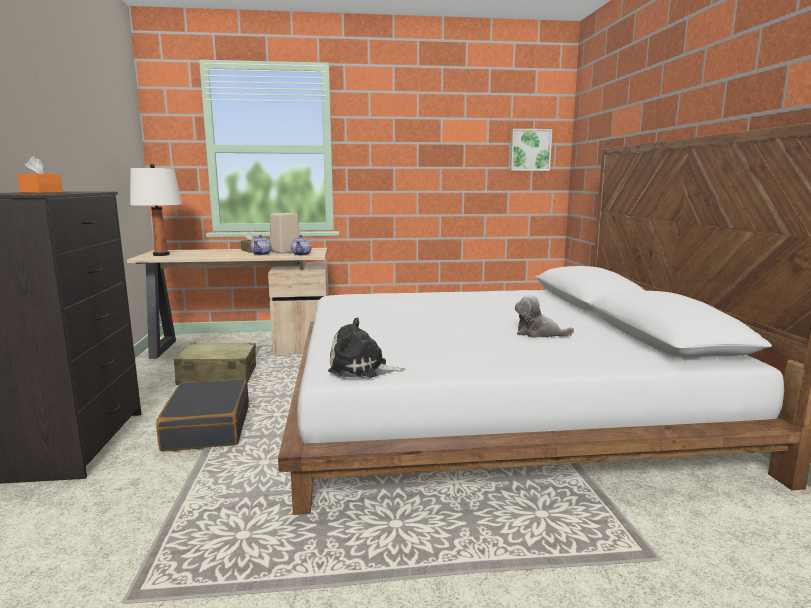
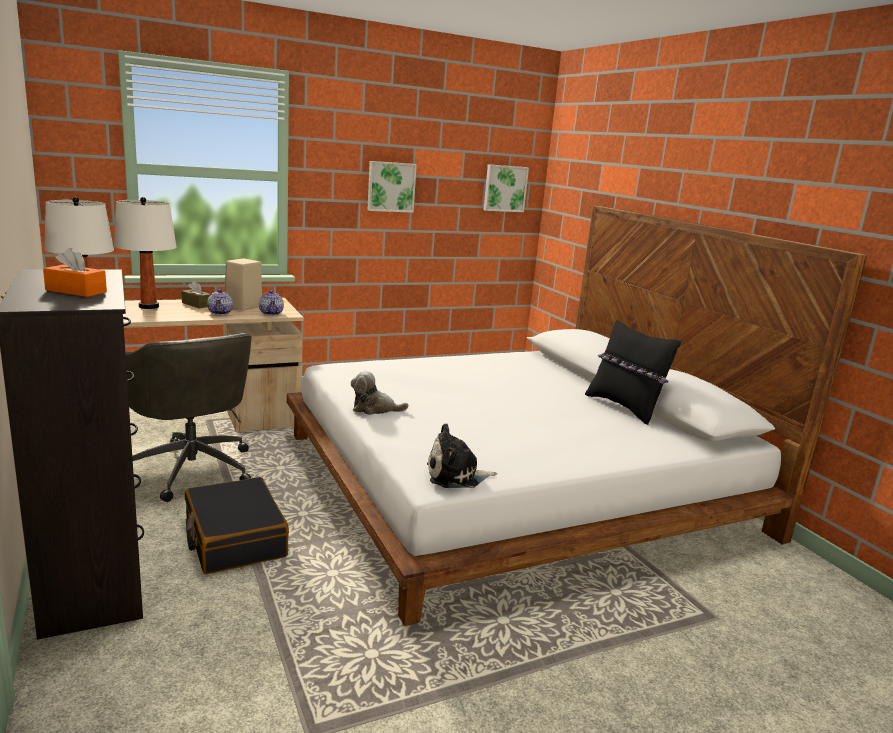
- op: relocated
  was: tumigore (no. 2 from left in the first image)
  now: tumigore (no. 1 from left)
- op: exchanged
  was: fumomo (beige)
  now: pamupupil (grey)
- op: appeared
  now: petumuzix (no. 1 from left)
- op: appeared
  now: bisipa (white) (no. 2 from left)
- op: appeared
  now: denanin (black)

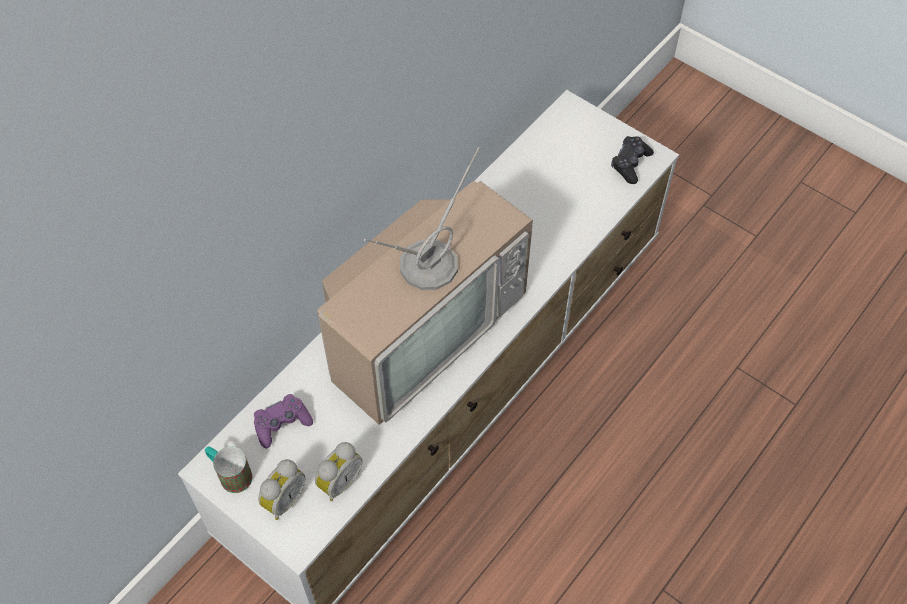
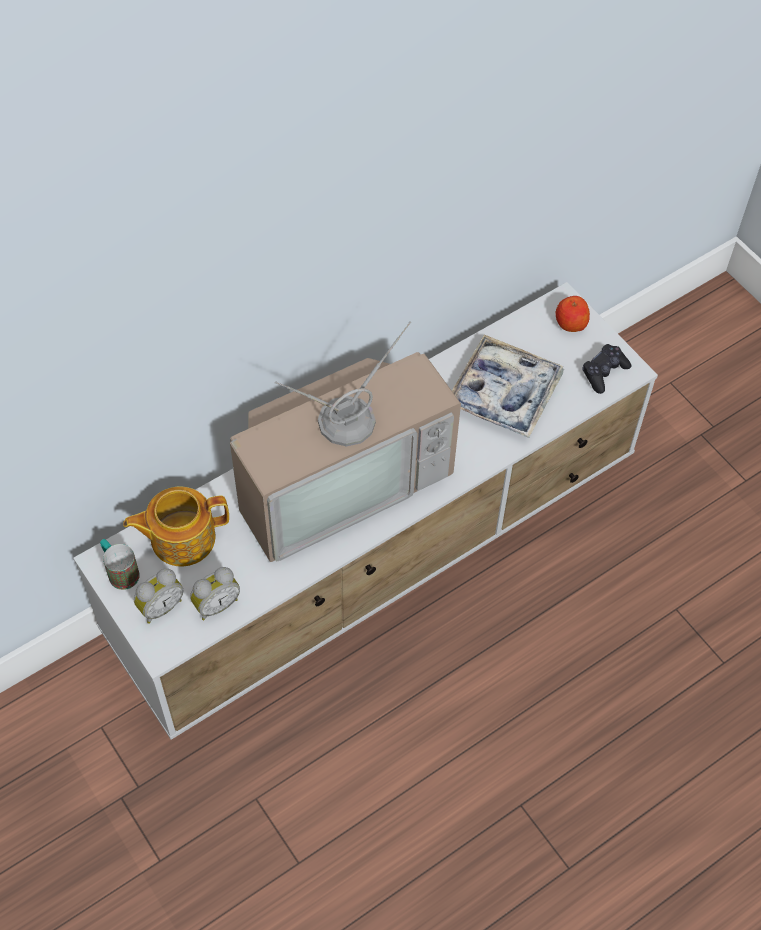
- op: exchanged
  was: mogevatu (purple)
  now: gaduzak
- op: appeared
  now: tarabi
- op: appeared
  now: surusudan

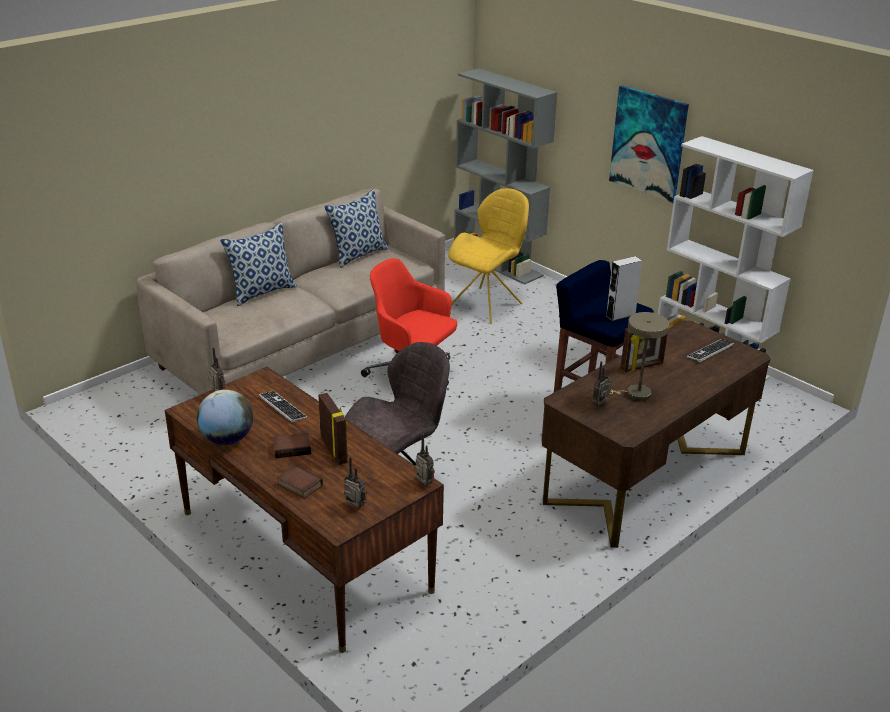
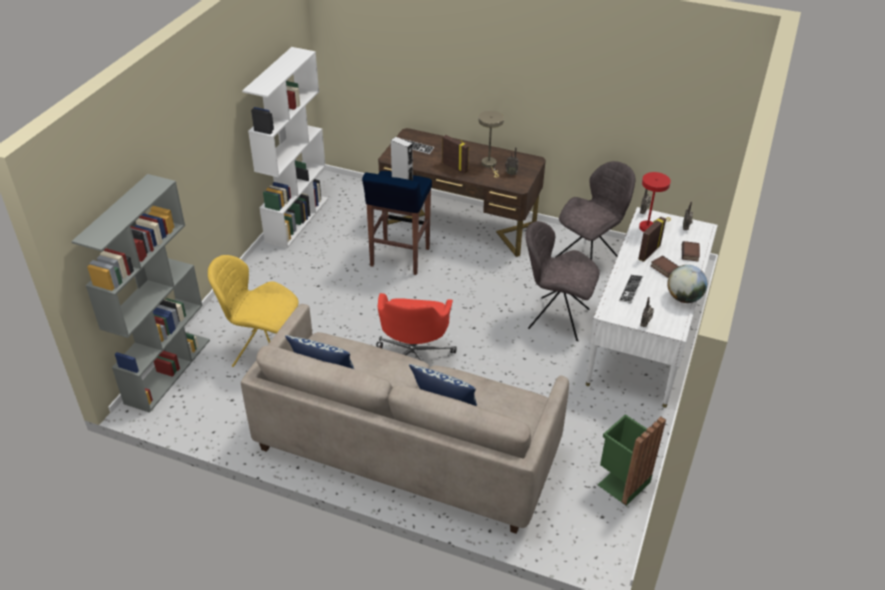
- op: missing
  was: petumuzix
- op: colour
  was: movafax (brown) (no. 1 from left)
  now: movafax (white)
- op: appeared
  now: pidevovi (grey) (no. 2 from left)
- op: appeared
  now: bisipa (red)
- op: appeared
  now: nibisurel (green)

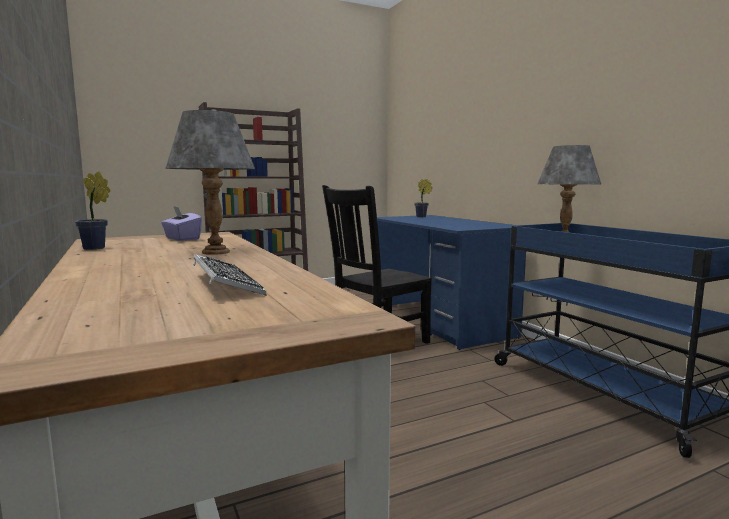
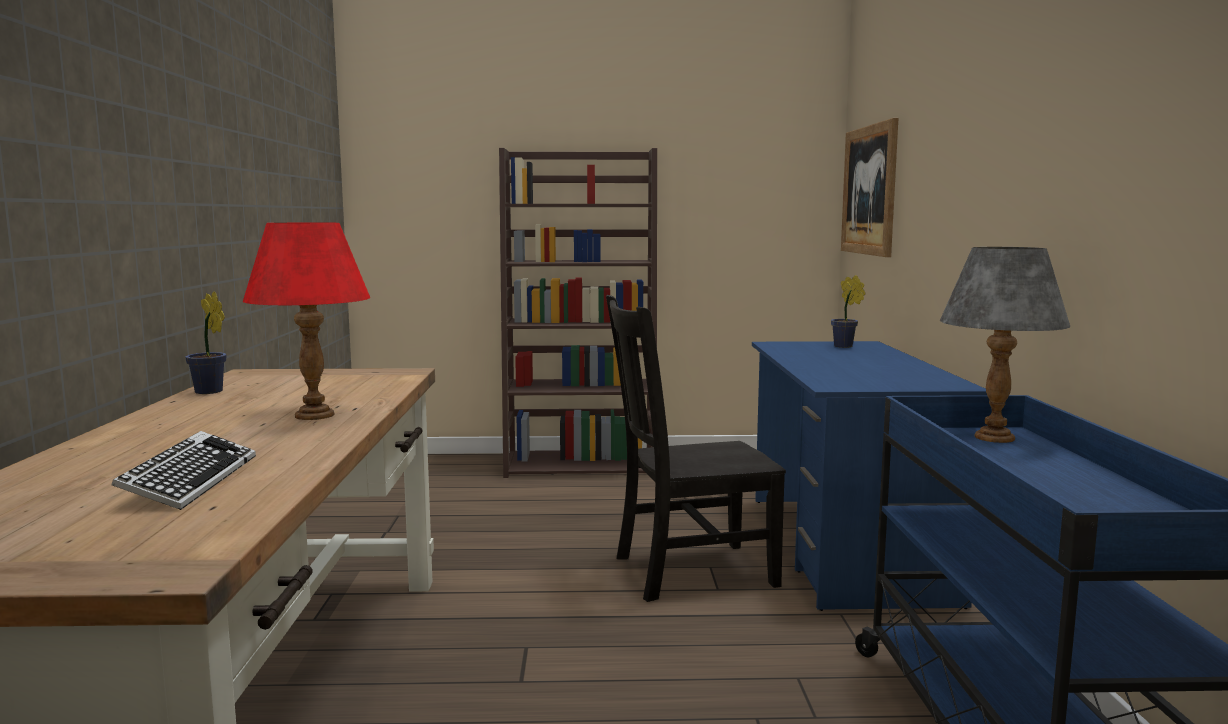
- op: colour
  was: bisipa (grey) (no. 1 from left)
  now: bisipa (red)
- op: missing
  was: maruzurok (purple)
- op: appeared
  now: petumuzix

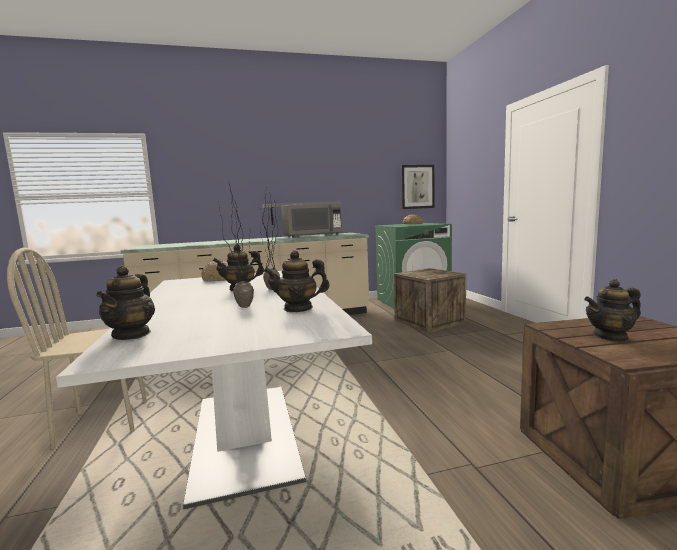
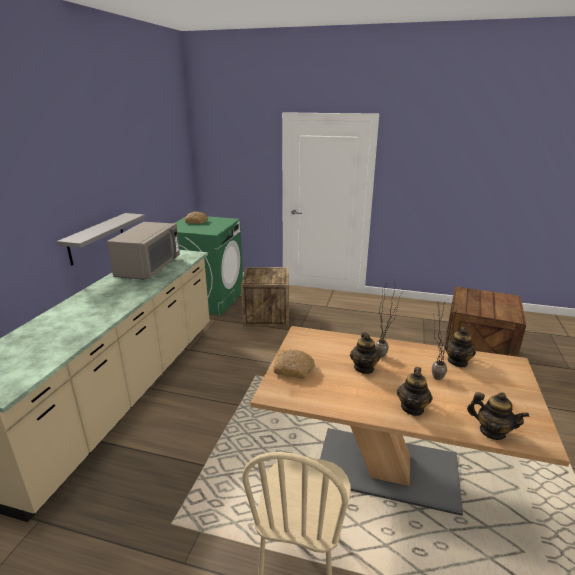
- op: missing
  was: petumuzix
- op: colour
  was: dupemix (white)
  now: dupemix (brown)
- op: relocated
  was: gaduzak (no. 4 from left in the first image)
  now: gaduzak (no. 2 from left)

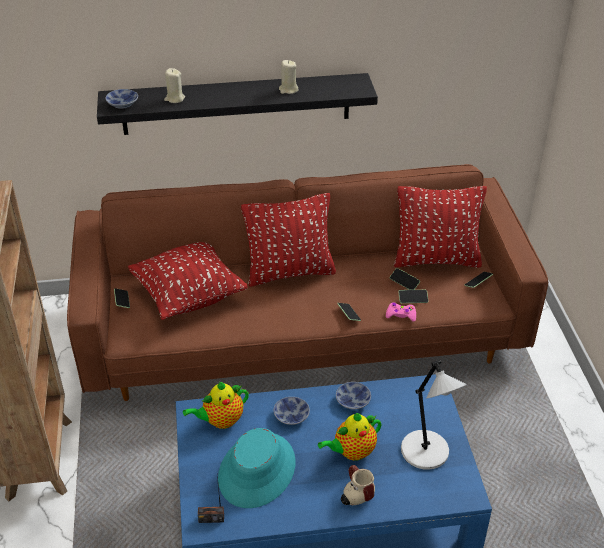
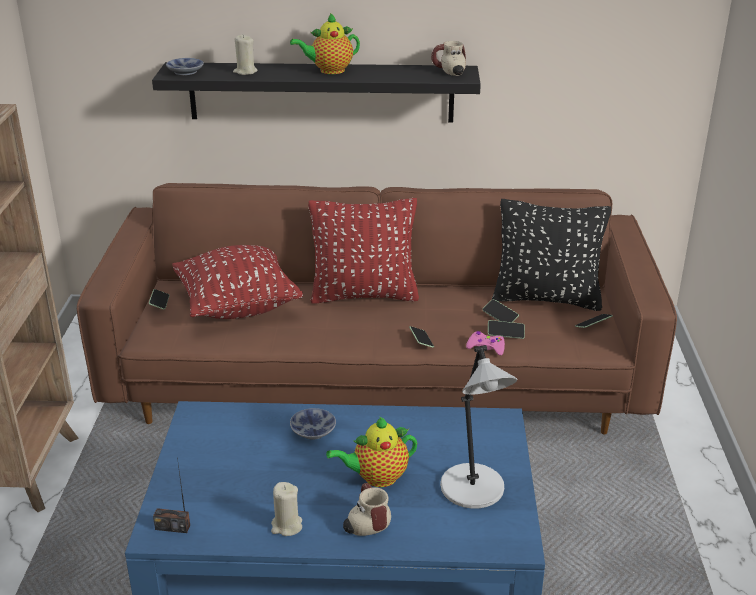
- op: relocated
  was: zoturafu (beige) (no. 2 from left)
- op: colour
  was: denanin (red) (no. 3 from left)
  now: denanin (black)
- op: relocated
  was: gaduzak (no. 1 from left)
- op: missing
  was: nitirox (no. 3 from left)
- op: missing
  was: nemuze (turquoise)
- op: appeared
  now: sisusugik (no. 2 from left)

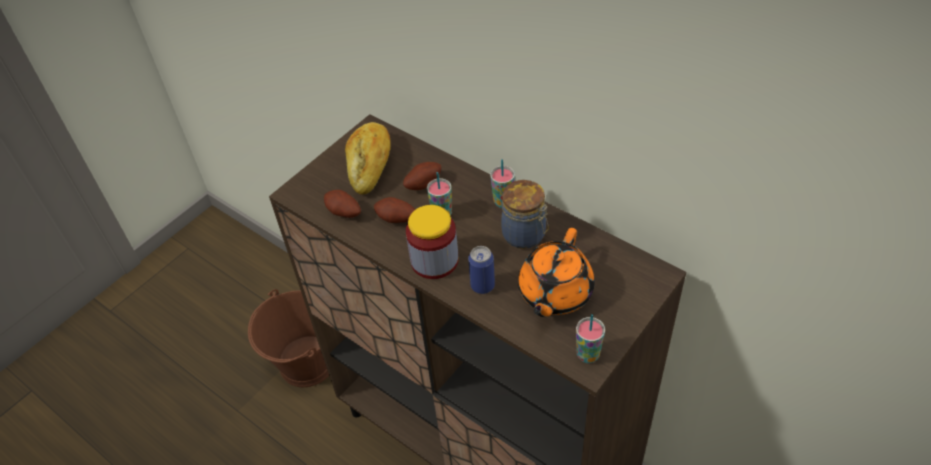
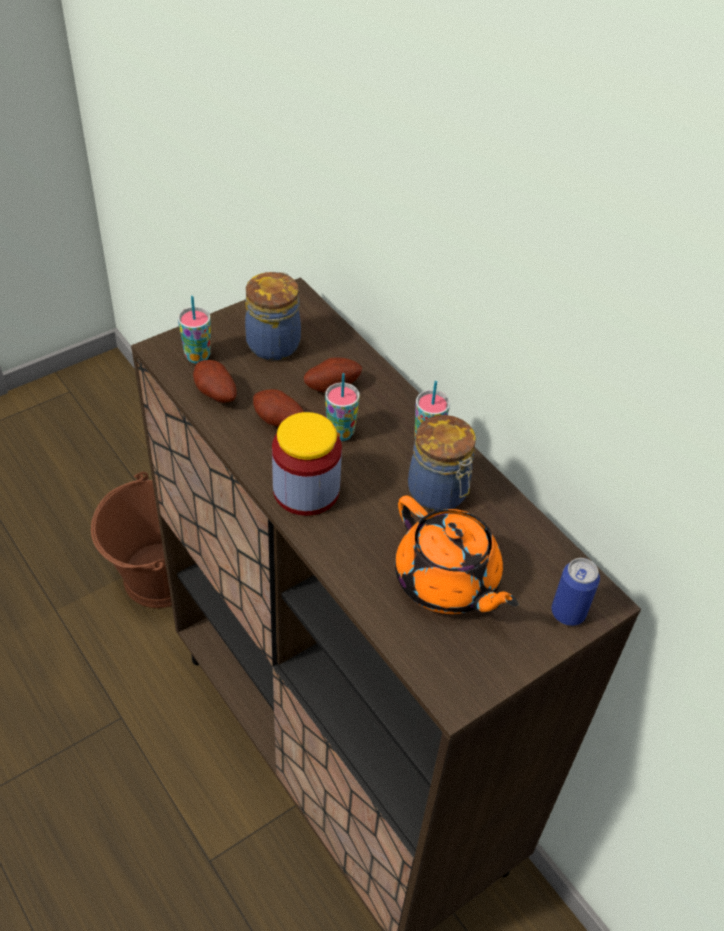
- op: exchanged
  was: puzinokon
  now: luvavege (no. 1 from left)
- op: spun
  was: gaduzak (orange)
  clockwise: -75
- op: relocated
  was: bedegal
- op: relocated
  was: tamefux (no. 3 from left in the first image)
  now: tamefux (no. 1 from left)

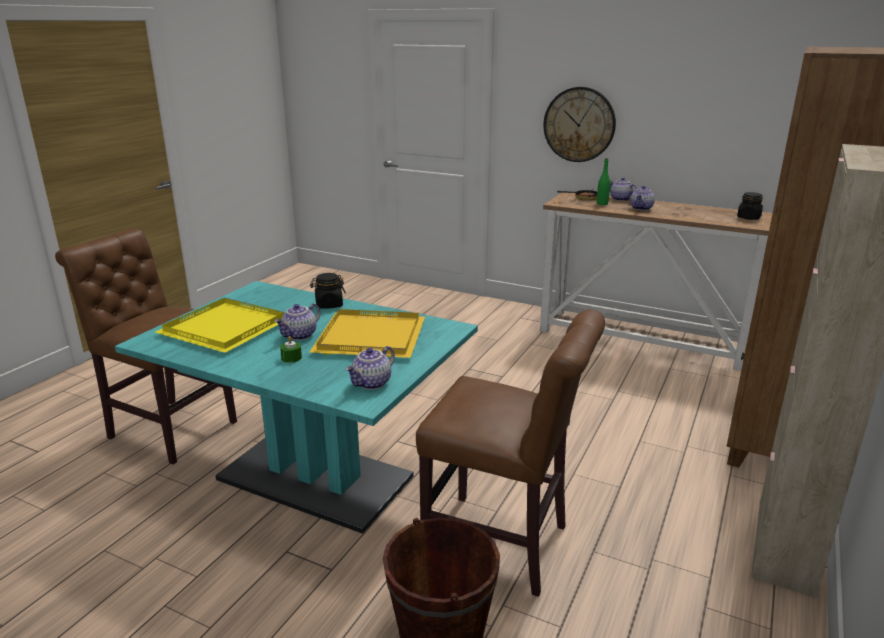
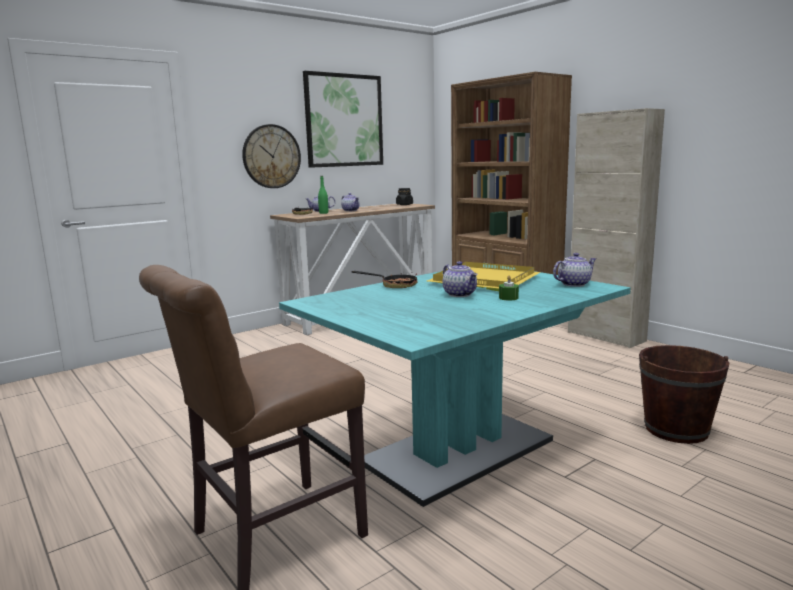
- op: exchanged
  was: luvavege (black) (no. 1 from left)
  now: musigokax (no. 2 from left)
- op: missing
  was: surusudan (yellow) (no. 1 from left)
- op: missing
  was: pidevovi (brown) (no. 2 from left)
- op: spun
  was: gaduzak (no. 2 from left in the first image)
  clockwise: -90
- op: appeared
  now: petumuzix

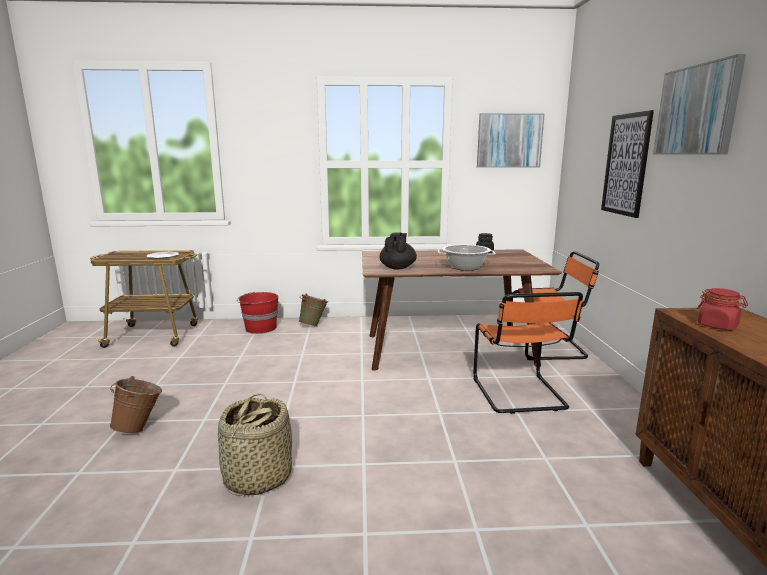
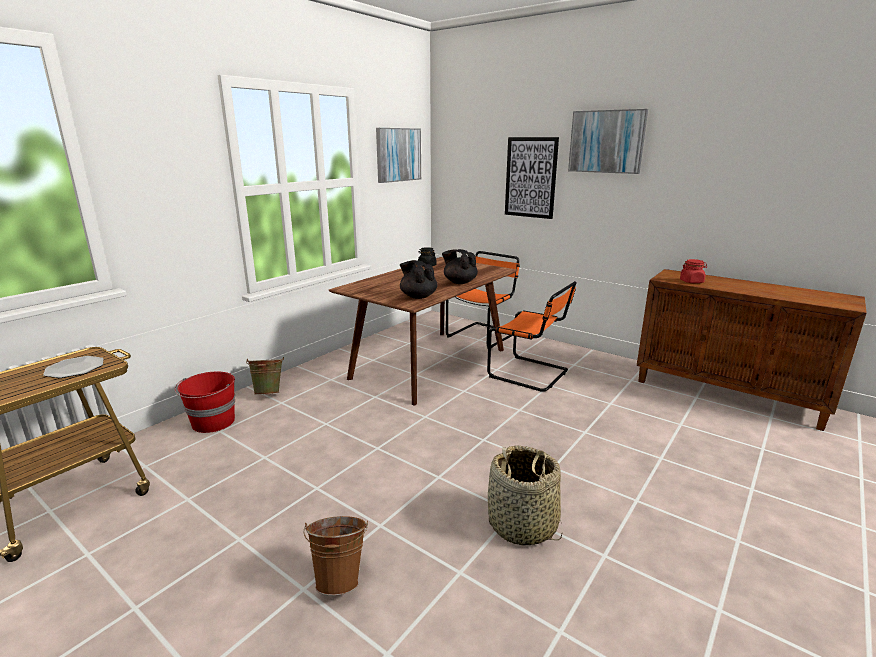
- op: exchanged
  was: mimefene
  now: gaduzak (black) (no. 2 from left)

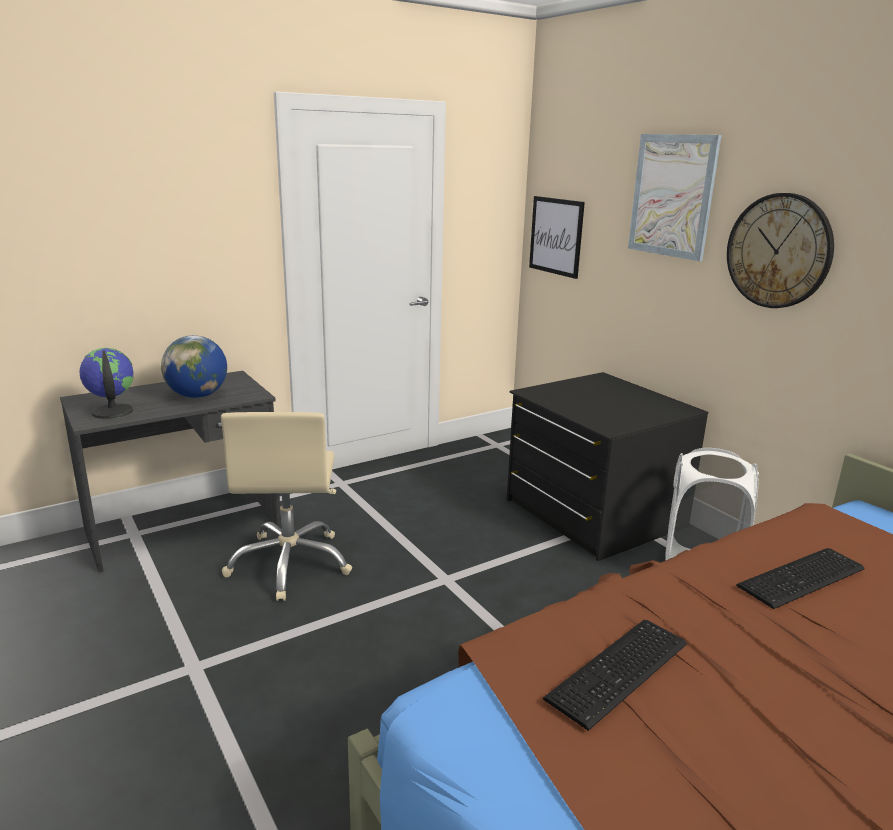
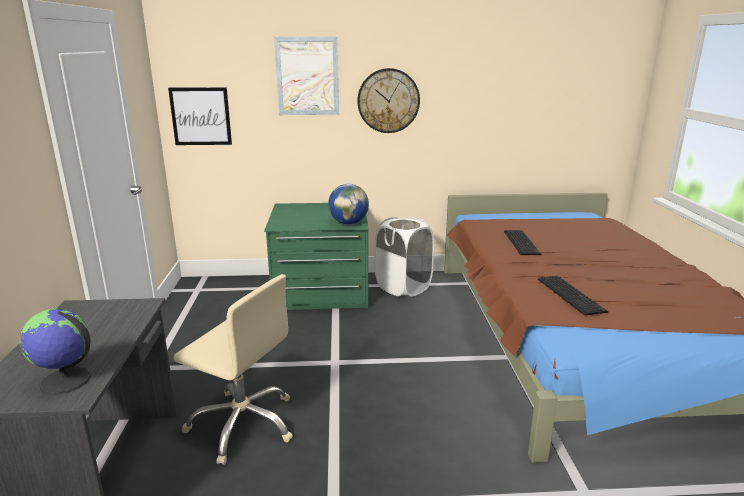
- op: relocated
  was: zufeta (no. 2 from left)
- op: colour
  was: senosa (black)
  now: senosa (green)

